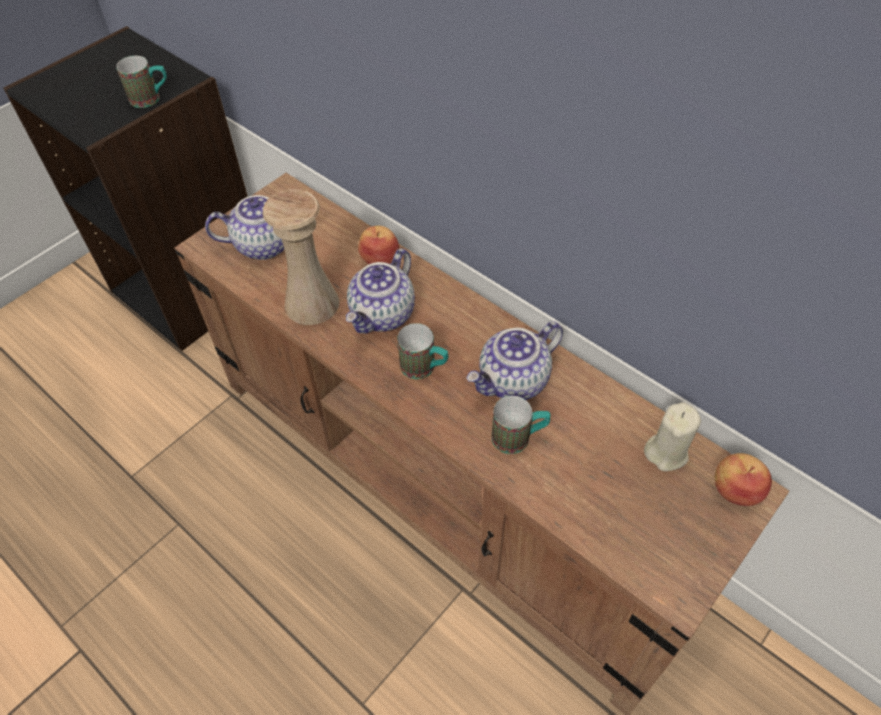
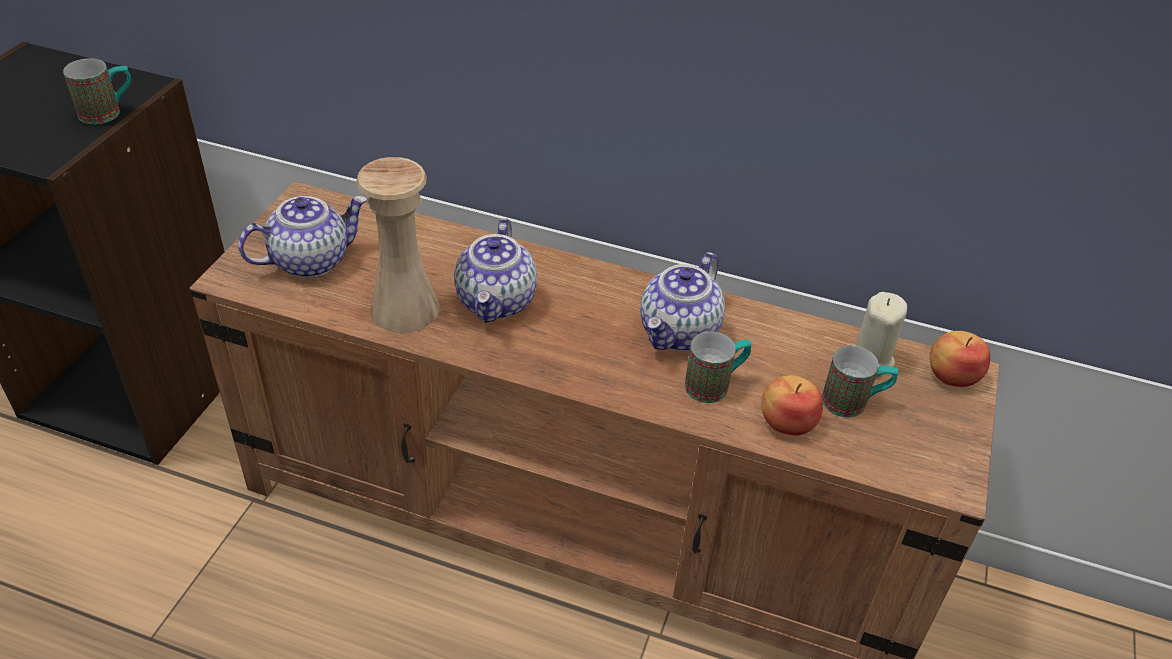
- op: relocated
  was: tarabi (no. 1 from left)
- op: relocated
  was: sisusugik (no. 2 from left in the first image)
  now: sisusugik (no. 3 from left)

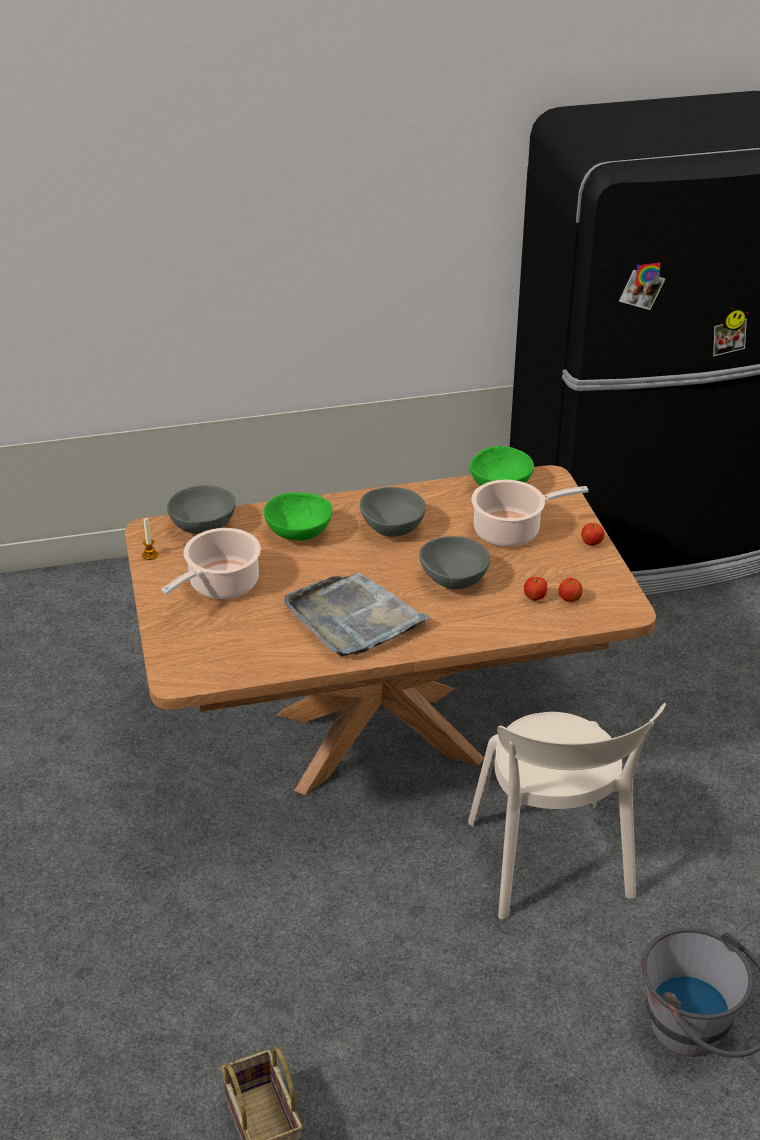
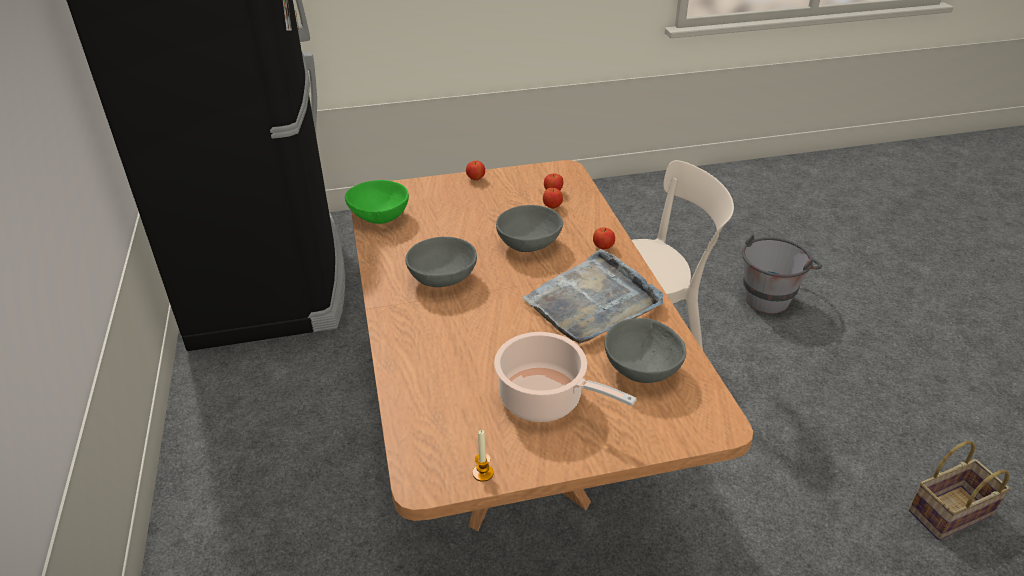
- op: missing
  was: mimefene (no. 2 from left)
- op: relocated
  was: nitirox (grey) (no. 1 from left in the first image)
  now: nitirox (grey) (no. 3 from left)
- op: missing
  was: nitirox (green) (no. 1 from left)
- op: appeared
  now: tarabi (no. 4 from left)

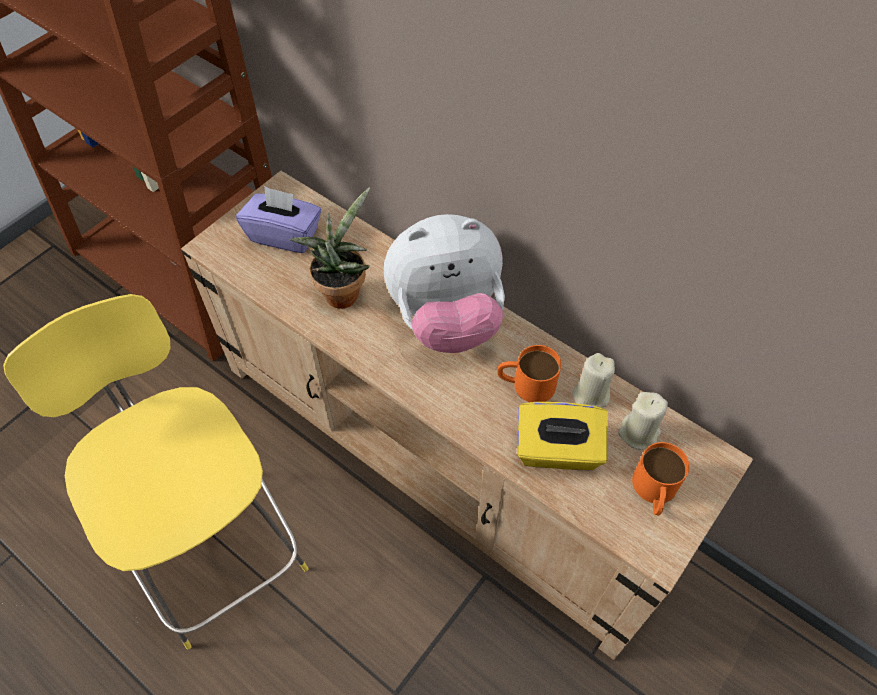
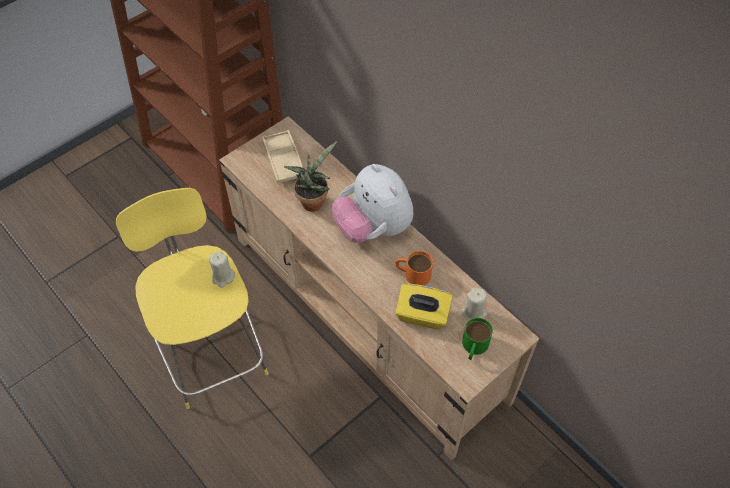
- op: exchanged
  was: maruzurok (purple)
  now: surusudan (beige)
- op: spun
  was: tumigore
  clockwise: 60
- op: relocated
  was: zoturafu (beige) (no. 1 from left)
- op: colour
  was: sisusugik (orange) (no. 2 from left)
  now: sisusugik (green)

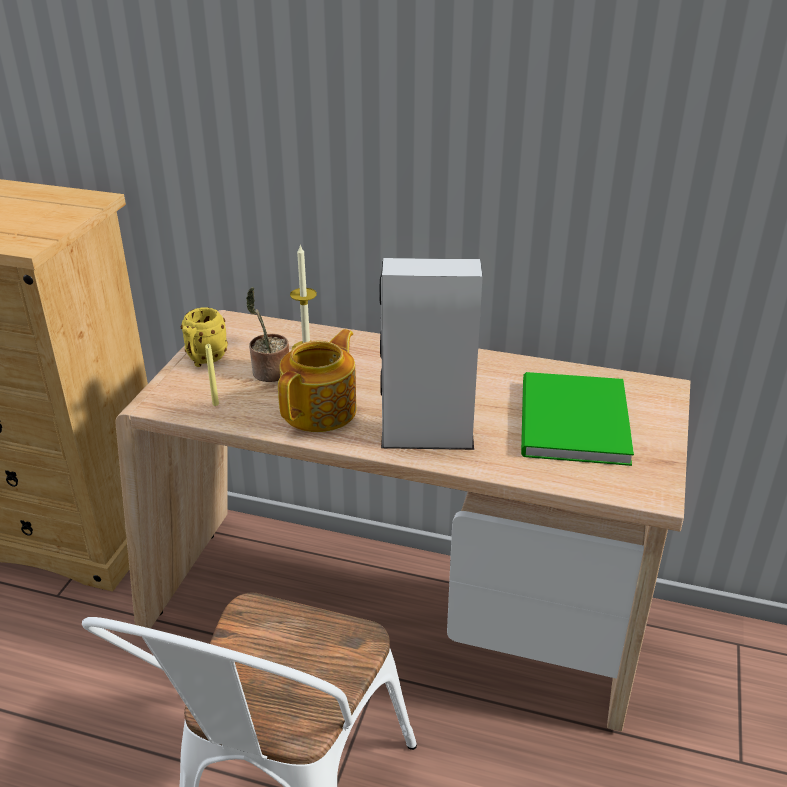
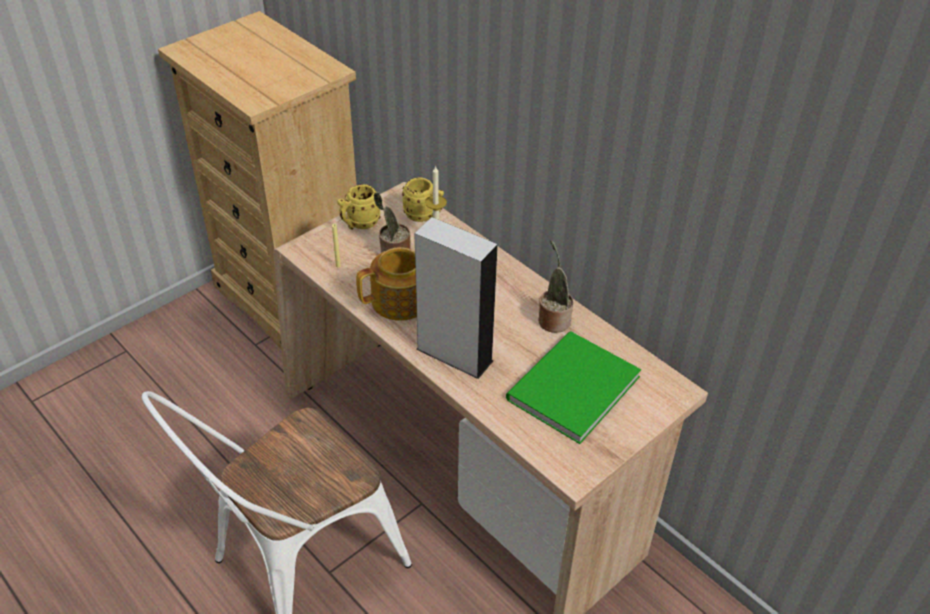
- op: appeared
  now: sisusugik (yellow) (no. 2 from left)
- op: appeared
  now: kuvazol (no. 2 from left)

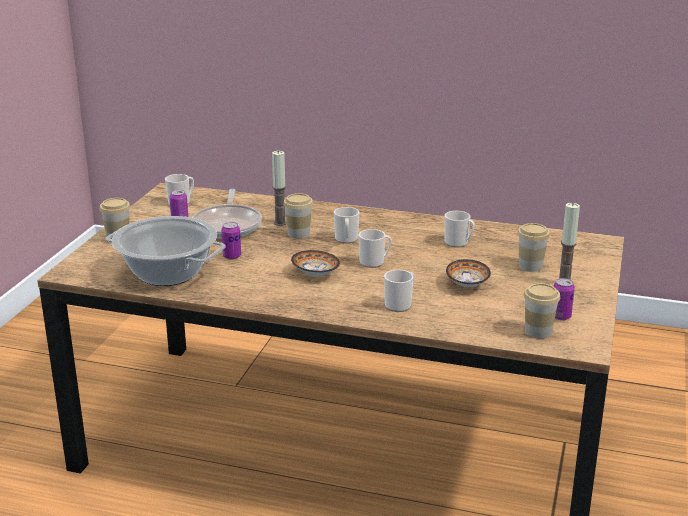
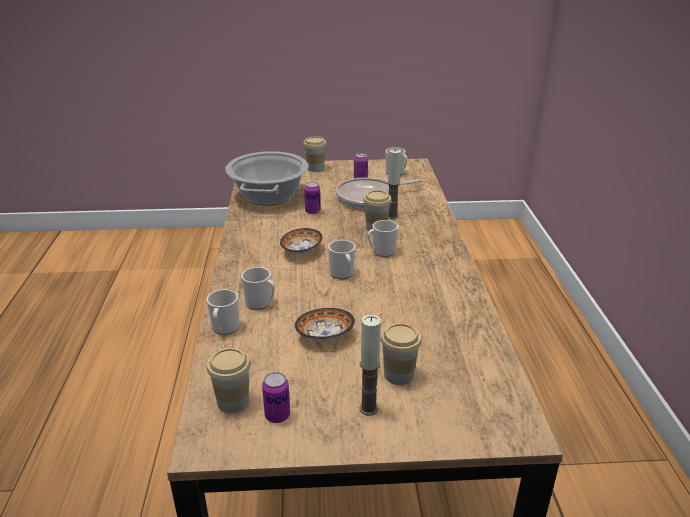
- op: relocated
  was: sisusugik (no. 5 from left in the first image)
  now: sisusugik (no. 1 from left)

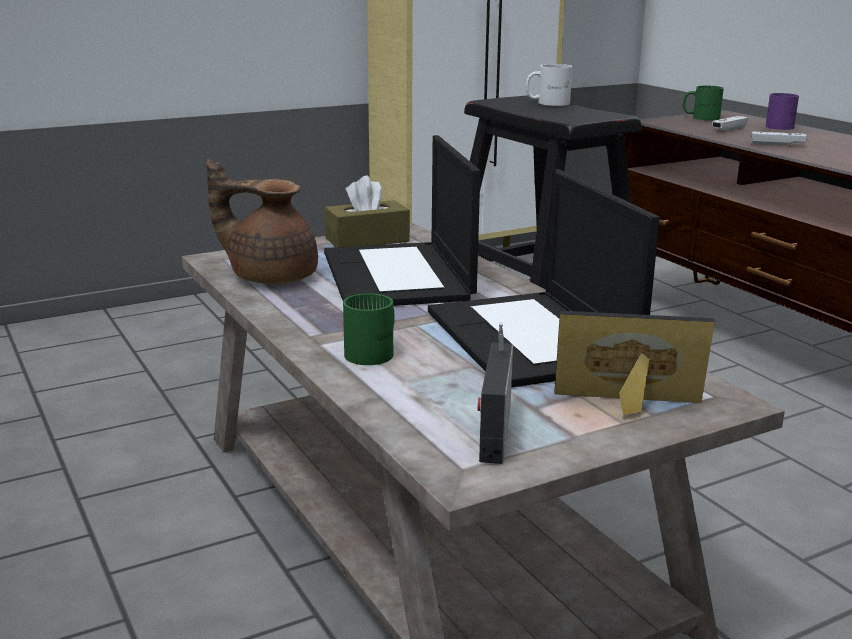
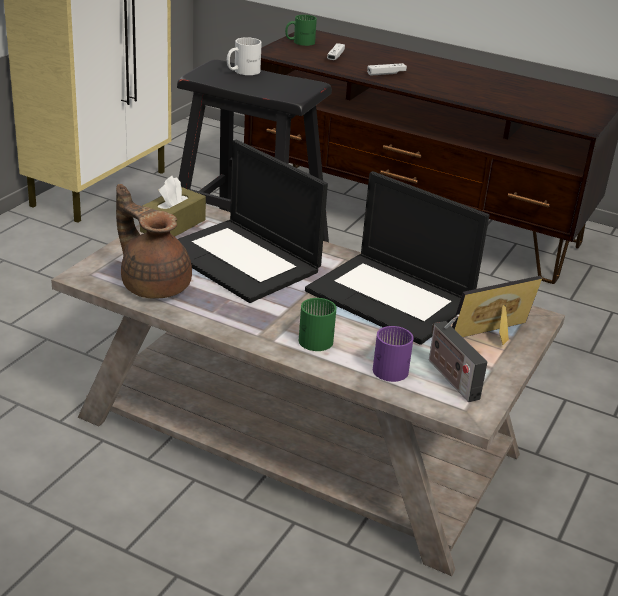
- op: relocated
  was: sisusugik (purple)
- op: spun
  was: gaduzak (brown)
  clockwise: 60

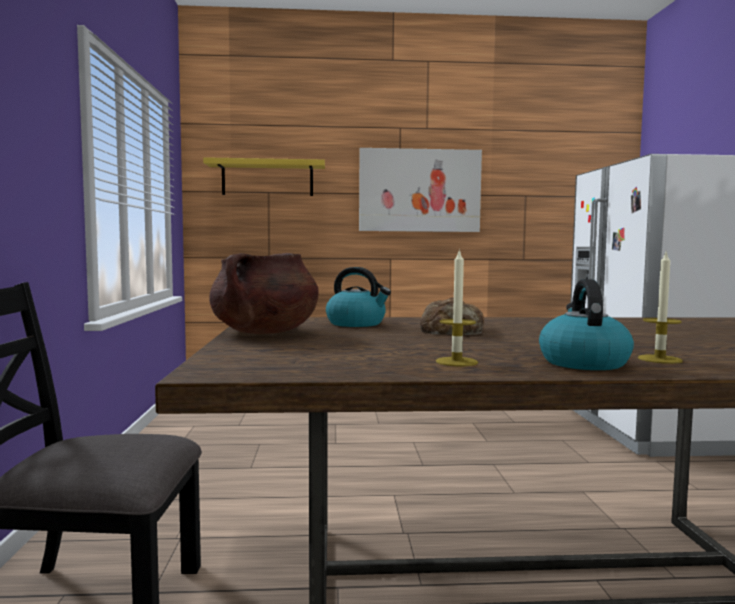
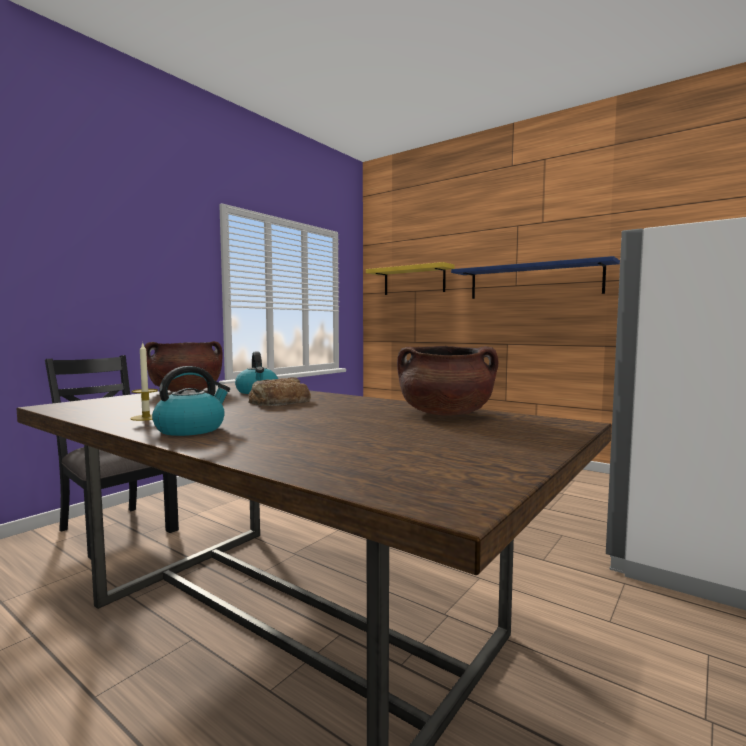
- op: exchanged
  was: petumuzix
  now: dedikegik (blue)
- op: missing
  was: zoturafu (no. 2 from left)
- op: appeared
  now: mimefene (brown) (no. 2 from left)

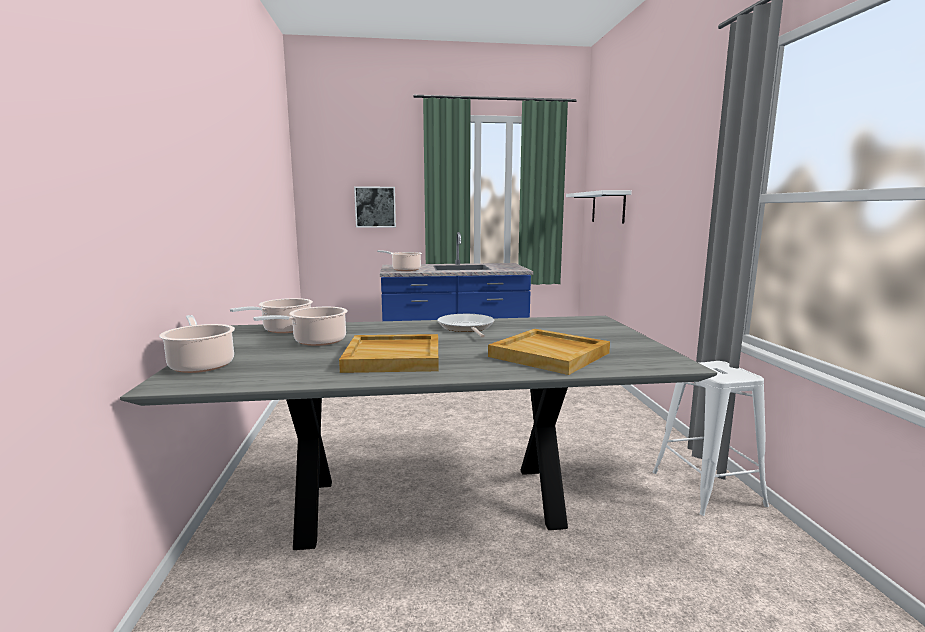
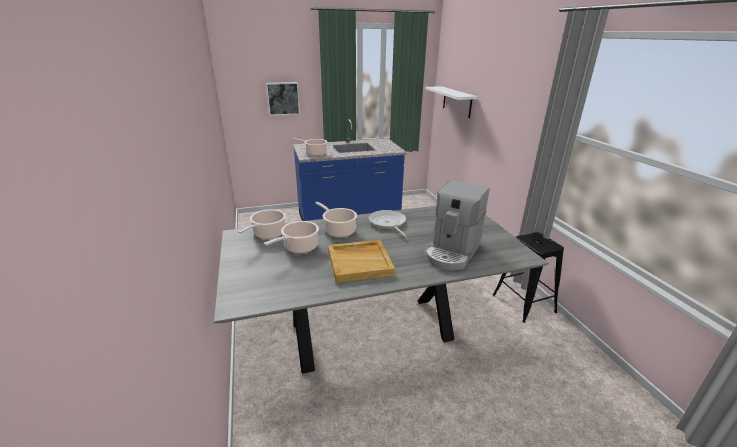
- op: relocated
  was: mimefene (no. 1 from left in the first image)
  now: mimefene (no. 4 from left)
- op: exchanged
  was: surusudan (beige) (no. 2 from left)
  now: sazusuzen
- op: colour
  was: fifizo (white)
  now: fifizo (black)

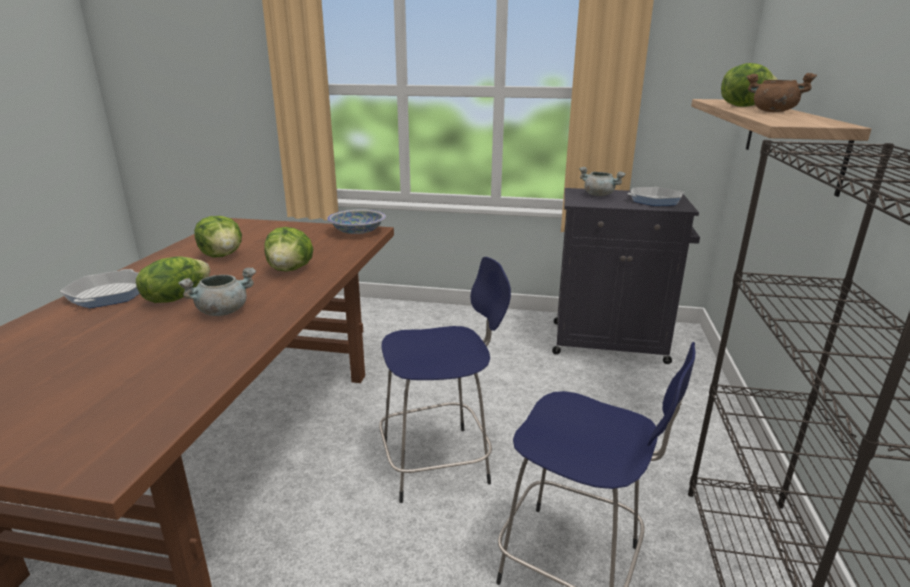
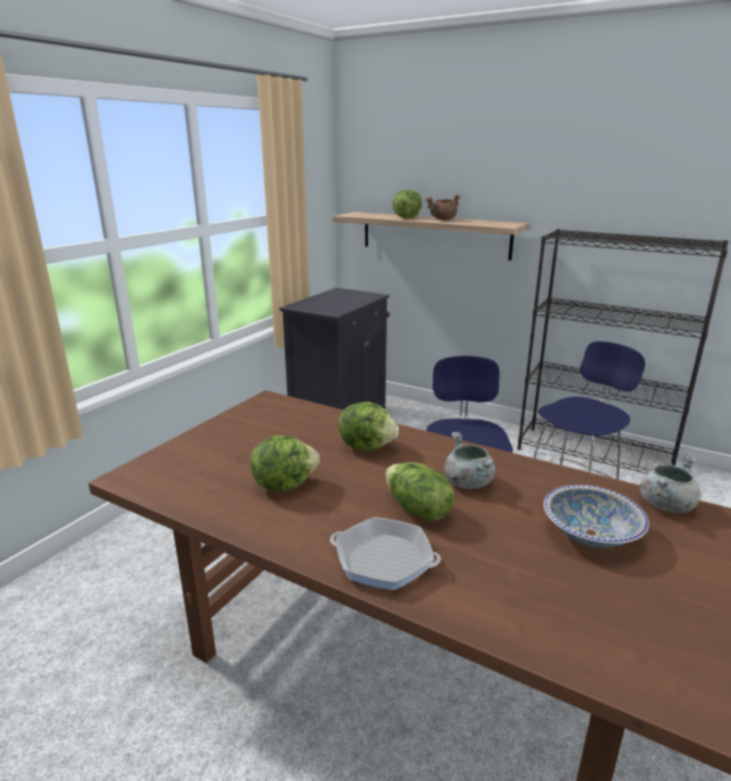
- op: relocated
  was: mimefene (grey) (no. 2 from left)
- op: missing
  was: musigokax (no. 2 from left)
- op: relocated
  was: nitirox

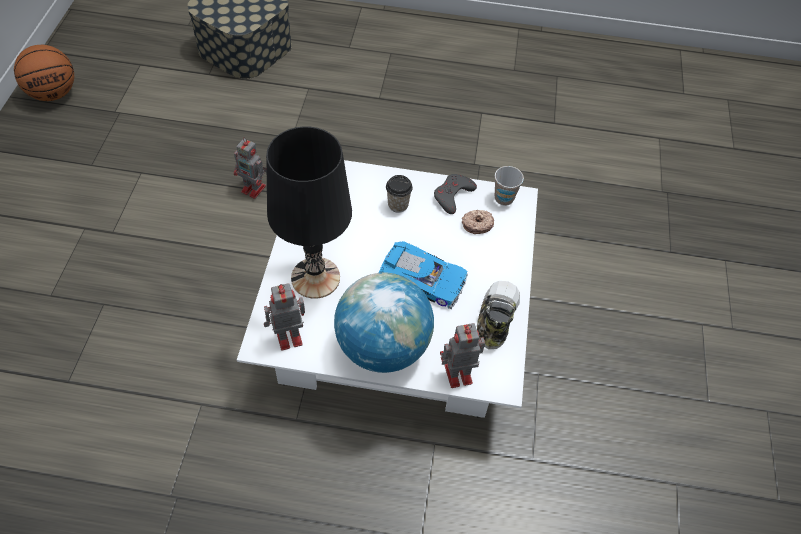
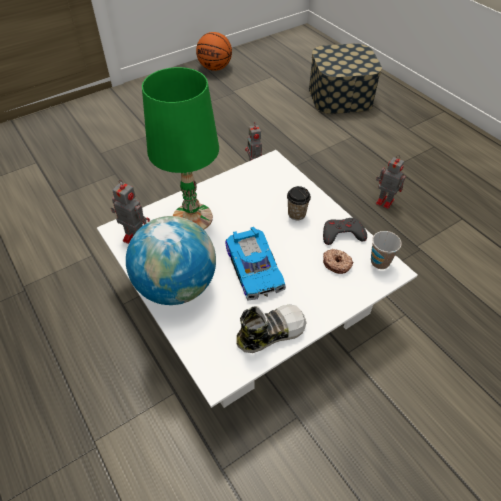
- op: colour
  was: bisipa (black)
  now: bisipa (green)
- op: relocated
  was: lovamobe (no. 3 from left)

